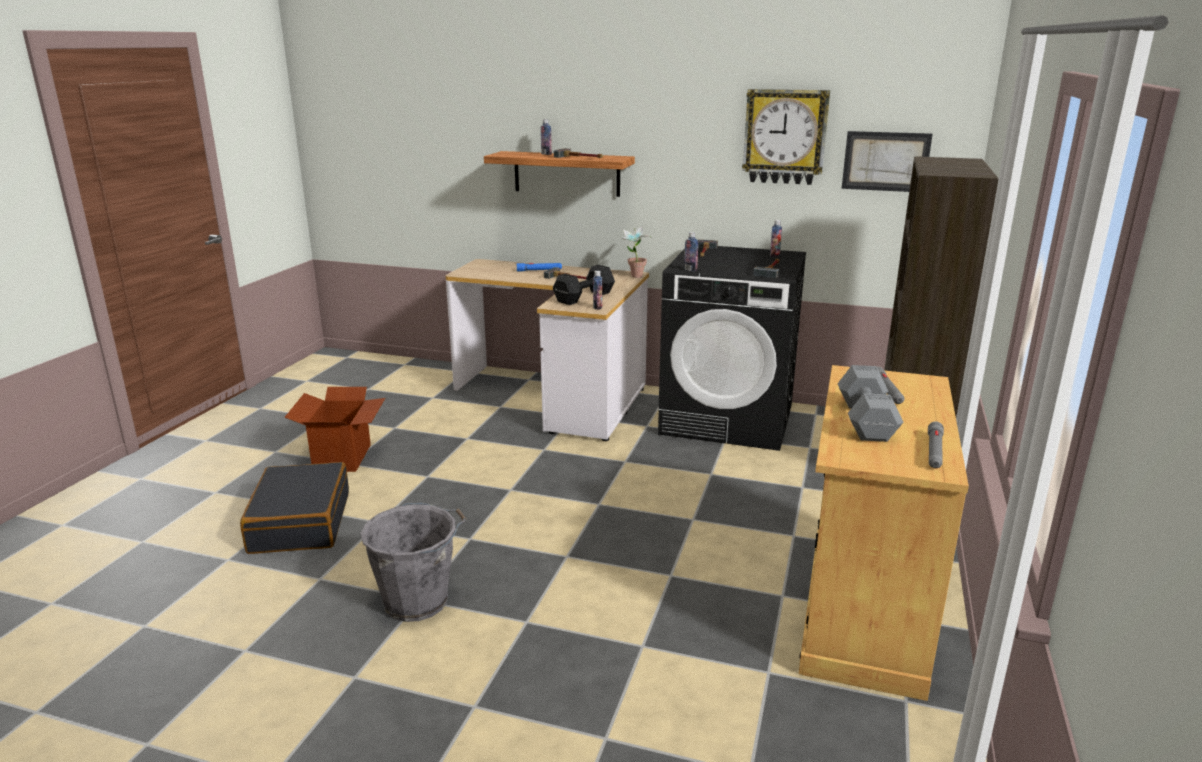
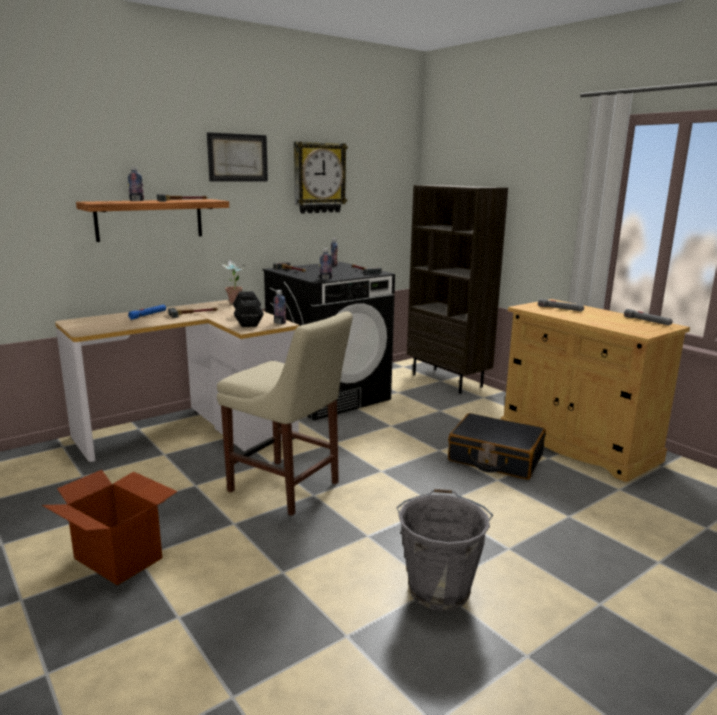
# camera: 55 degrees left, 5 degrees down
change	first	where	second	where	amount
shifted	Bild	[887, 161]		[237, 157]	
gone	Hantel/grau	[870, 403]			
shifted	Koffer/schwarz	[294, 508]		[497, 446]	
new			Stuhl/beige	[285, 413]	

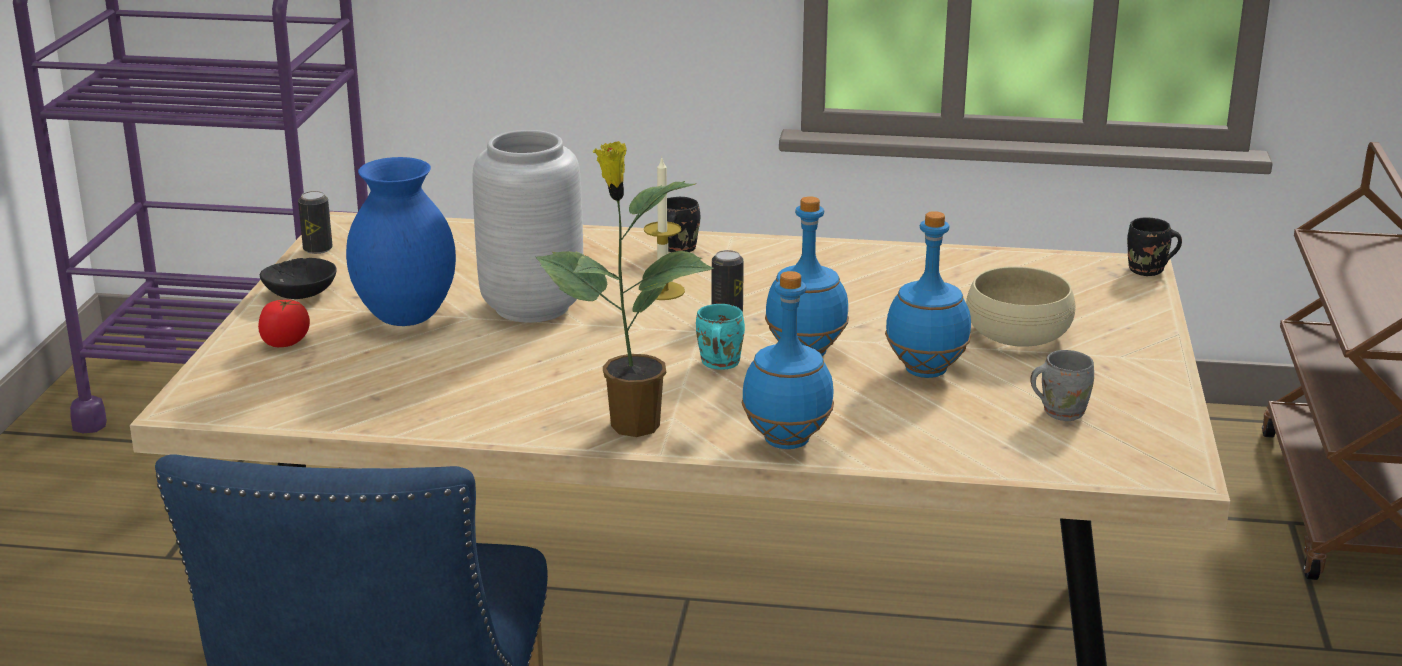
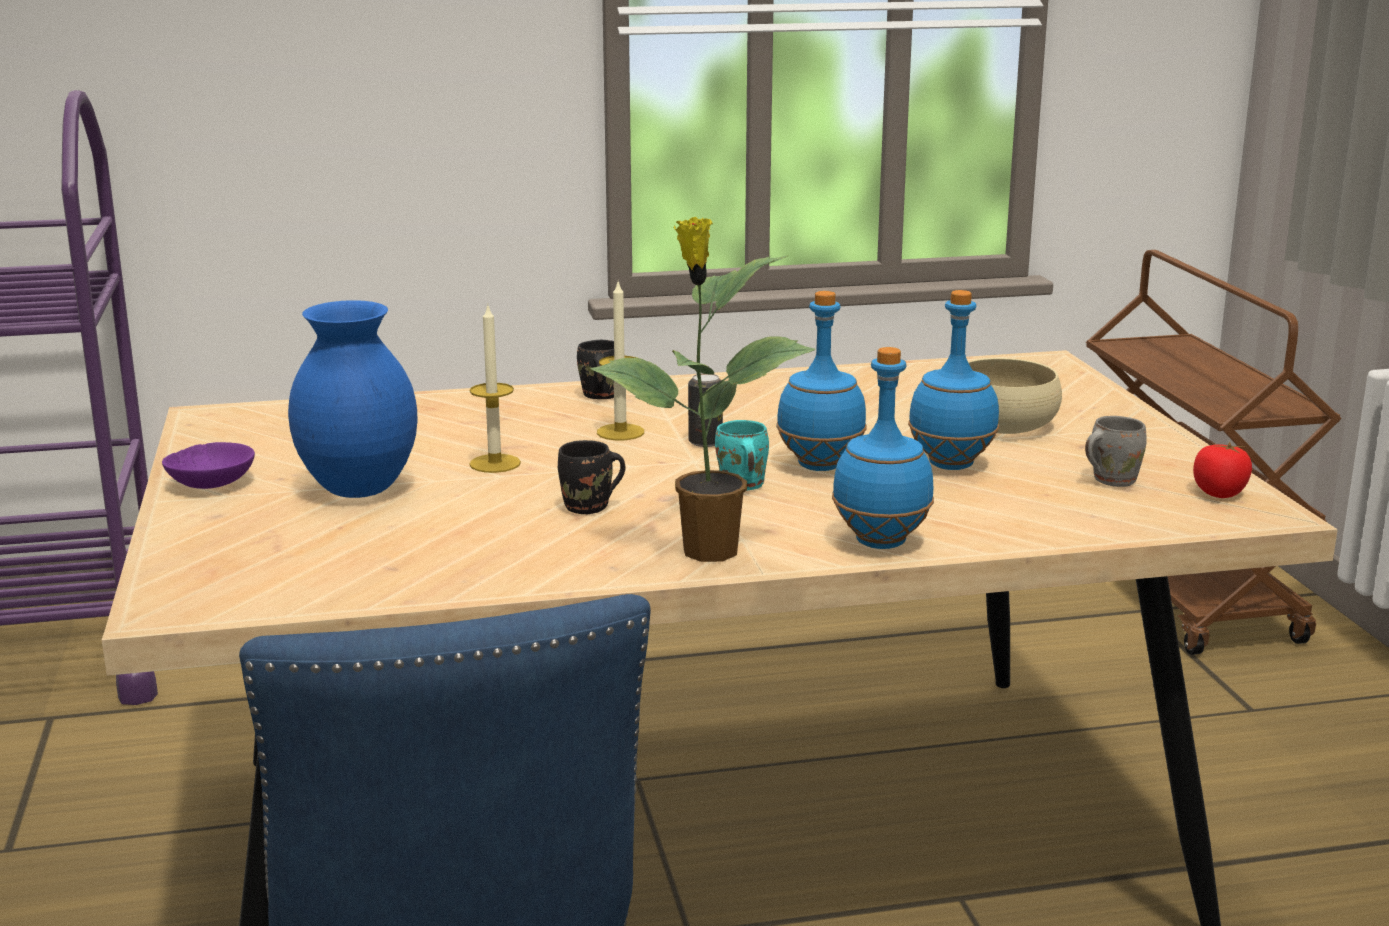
# camera: 20 degrees left, 5 degrees down
change	first	where	second	where	amount
swapped	Vase/grau	[528, 226]	Kerze	[495, 389]	
gone	Dose	[315, 222]			
shifted	Henkelbecher/schwarz	[1154, 246]		[591, 477]	
repainted	Schüssel/schwarz	[298, 278]	Schüssel/lila	[208, 465]	
shifted	Tomate	[284, 323]		[1222, 470]	

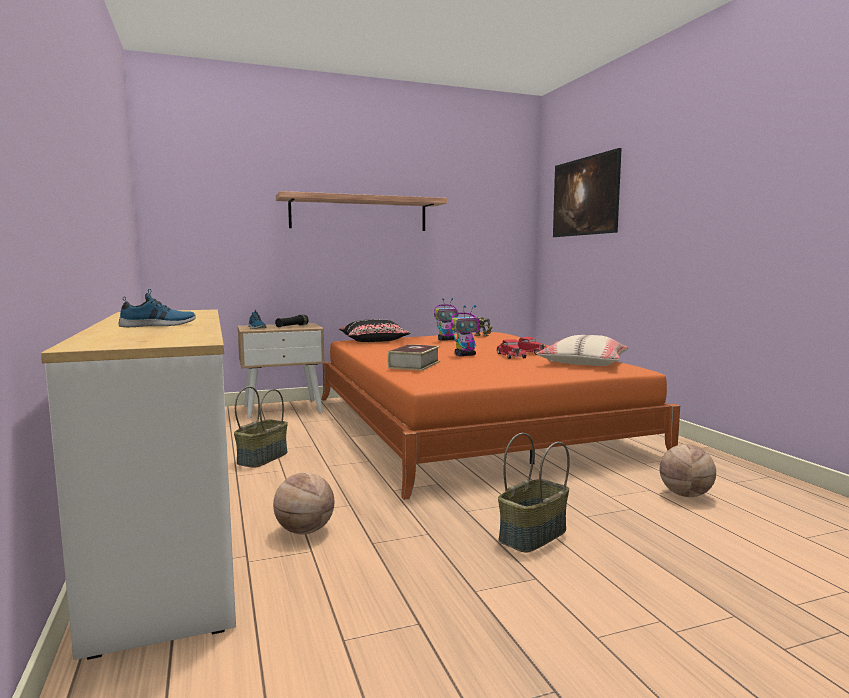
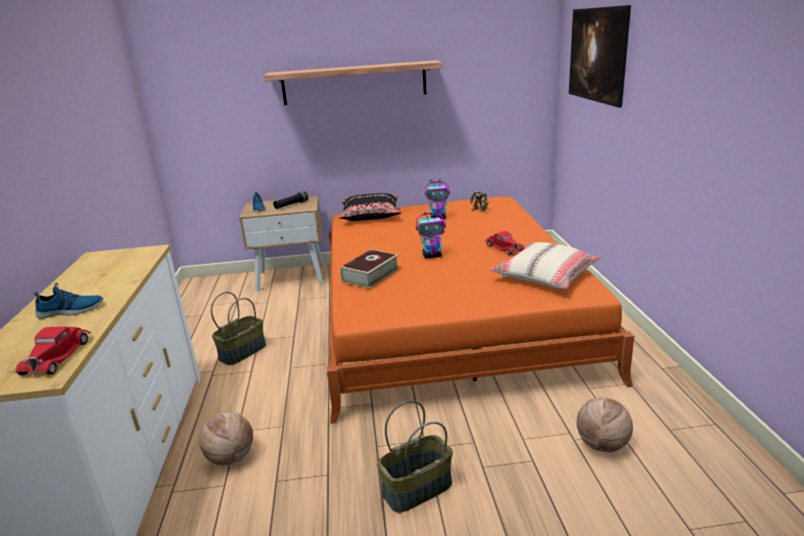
# camera: 15 degrees right, 15 degrees up
change	first	where	second	where	amount
shifted	Spielzeugauto/rot	[511, 349]		[53, 350]	

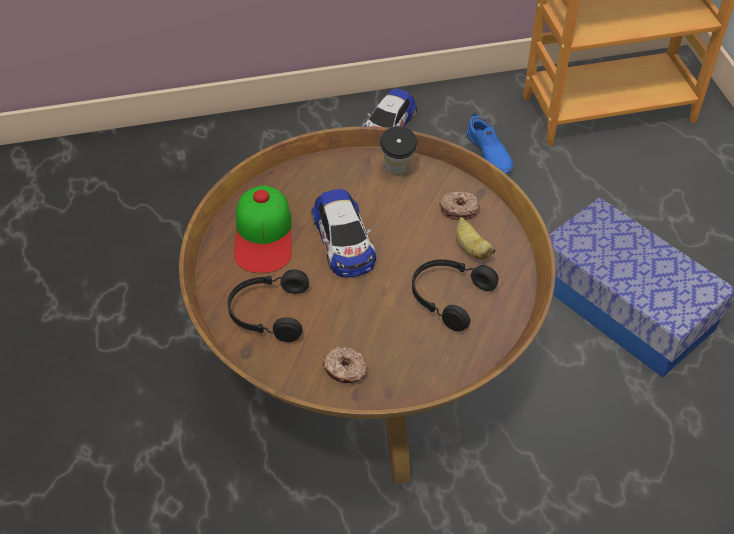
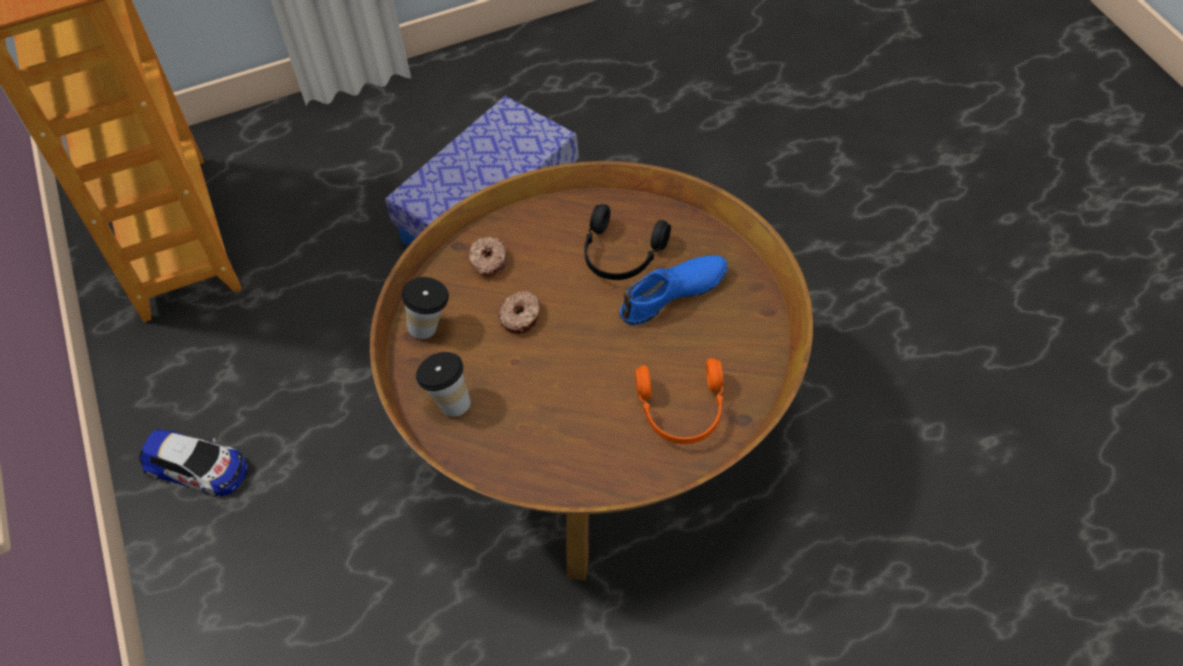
# camera: 95 degrees left, 5 degrees up
change	first	where	second	where	amount
shifted	Schuh/blau	[490, 143]		[673, 290]	
gone	Kappe	[263, 229]			
gone	Spielzeugauto	[343, 233]			
gone	Banane	[475, 238]			
repainted	Kopfhörer/schwarz	[268, 305]	Kopfhörer/orange	[679, 401]	
shifted	Donut	[345, 364]		[519, 312]	
new			Tasse	[443, 384]	

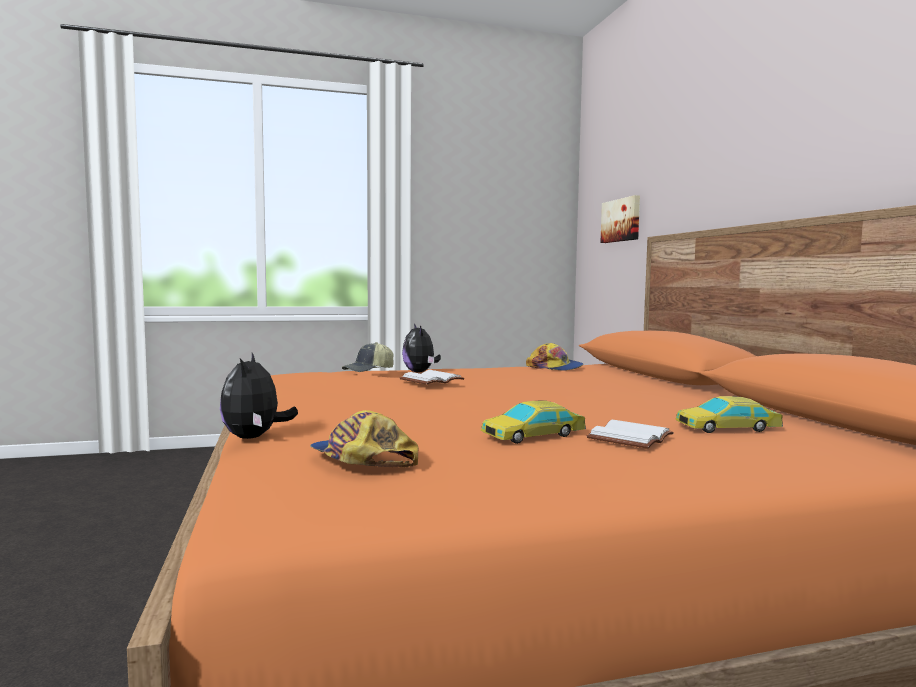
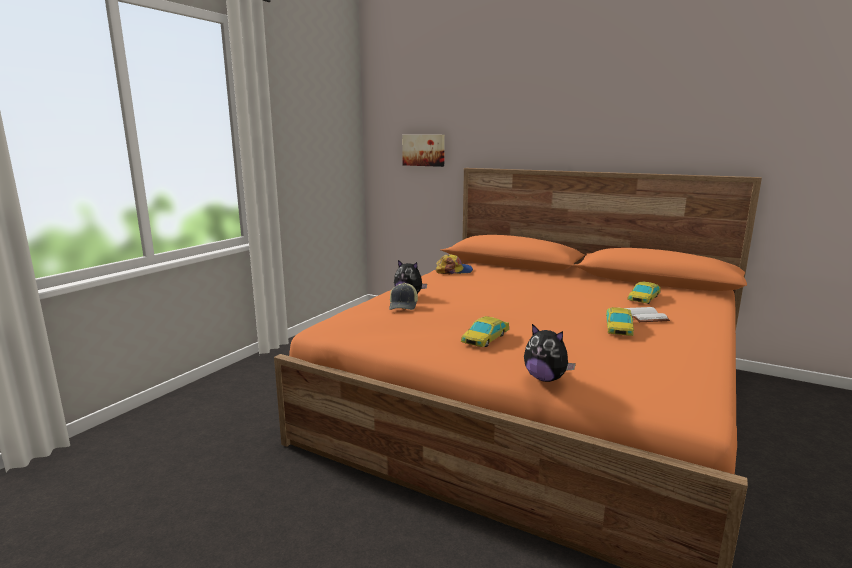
# camera: 45 degrees left, 10 degrees up
change	first	where	second	where	amount
gone	Buch/weiß	[432, 377]			
gone	Kappe	[364, 438]			
new			Spielzeugauto	[485, 331]	

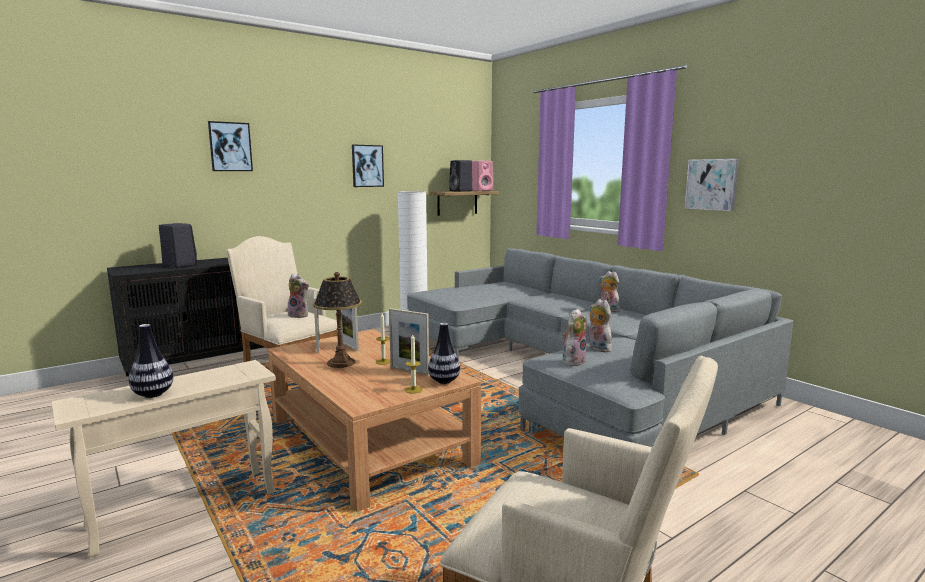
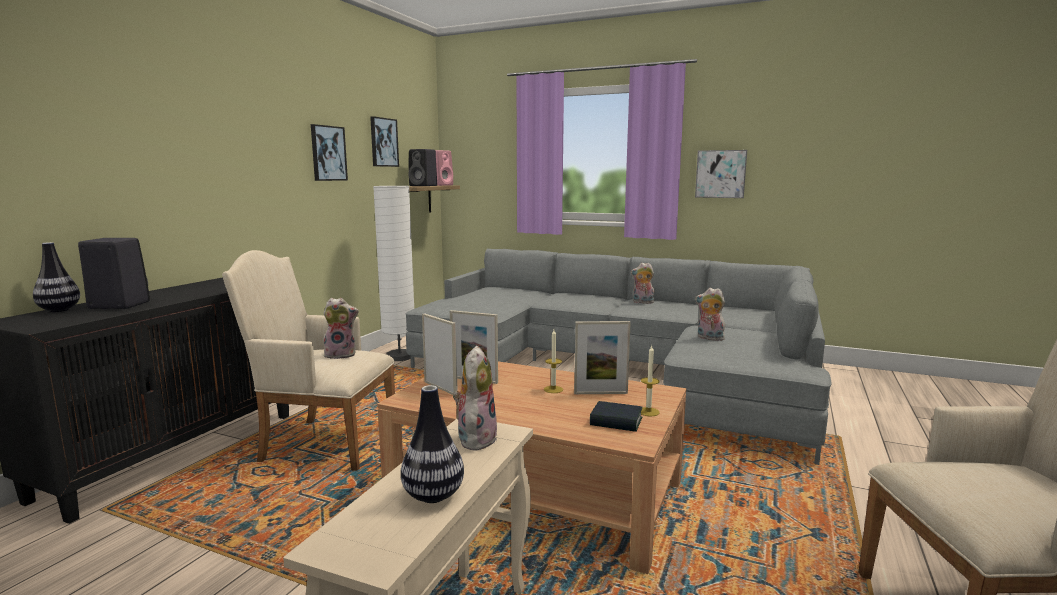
# camera: 30 degrees left, 0 degrees up
change	first	where	second	where	amount
shifted	Bild	[230, 146]		[384, 141]	
gone	Tischlampe	[337, 320]			
shifted	Plüschtier	[575, 338]		[475, 398]	
shifted	Vase	[444, 353]		[56, 277]	
new			Buch	[616, 416]	

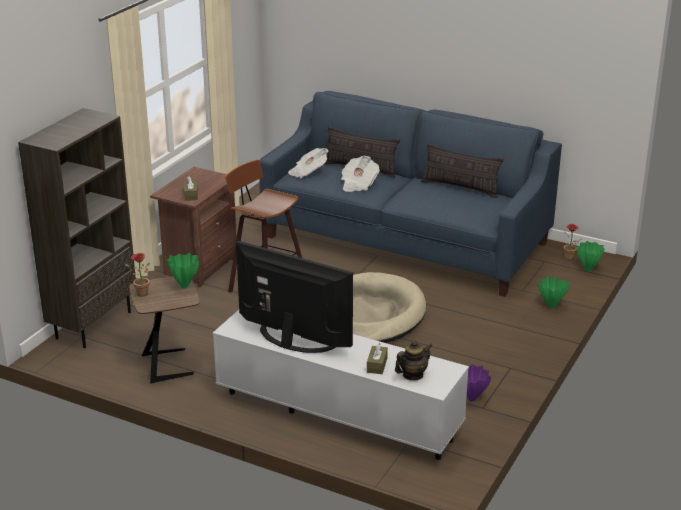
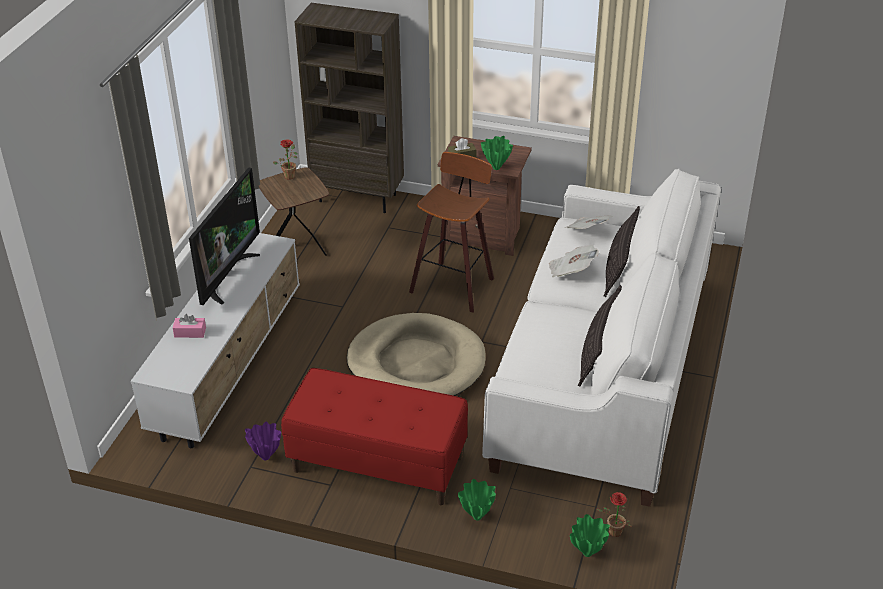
# camera: 80 degrees right, 10 degrees up
change	first	where	second	where	amount
repainted	Sofa/blau	[410, 194]	Sofa/weiß	[601, 338]	
shifted	Vase/grün	[183, 270]		[497, 153]	
gone	Teekanne	[413, 360]			
repainted	Taschentuchbox/braun	[377, 358]	Taschentuchbox/rosa	[189, 326]	
new			Bank/rot	[374, 436]	

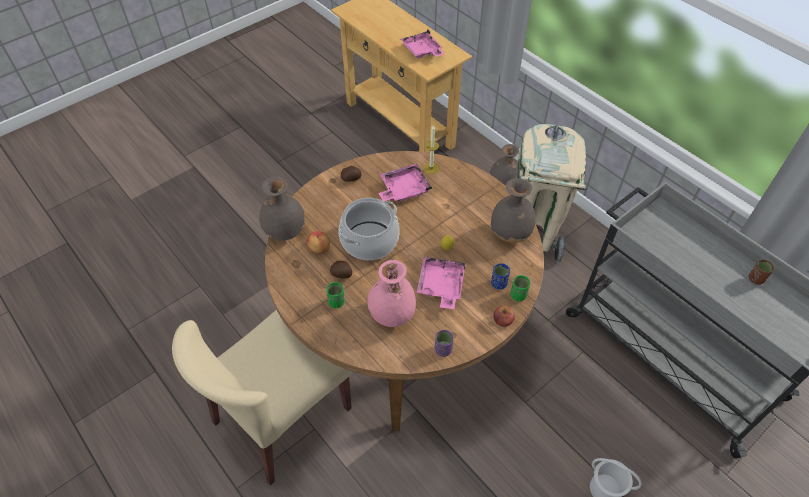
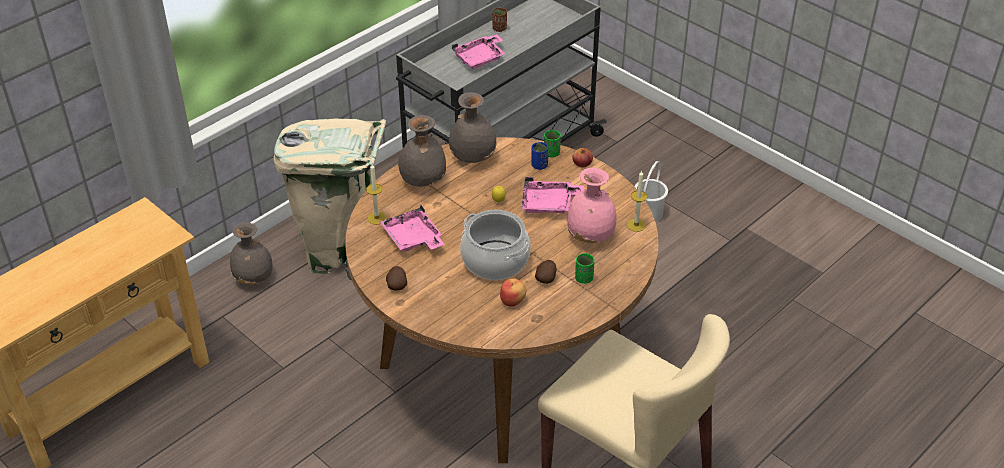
# camera: 95 degrees left, 10 degrees down
change	first	where	second	where	amount
shifted	Tablett/rosa	[422, 44]		[479, 52]	
shifted	Vase/grau	[282, 209]		[422, 151]	
gone	Tasse/lila	[444, 343]			
new			Kerze	[637, 201]	

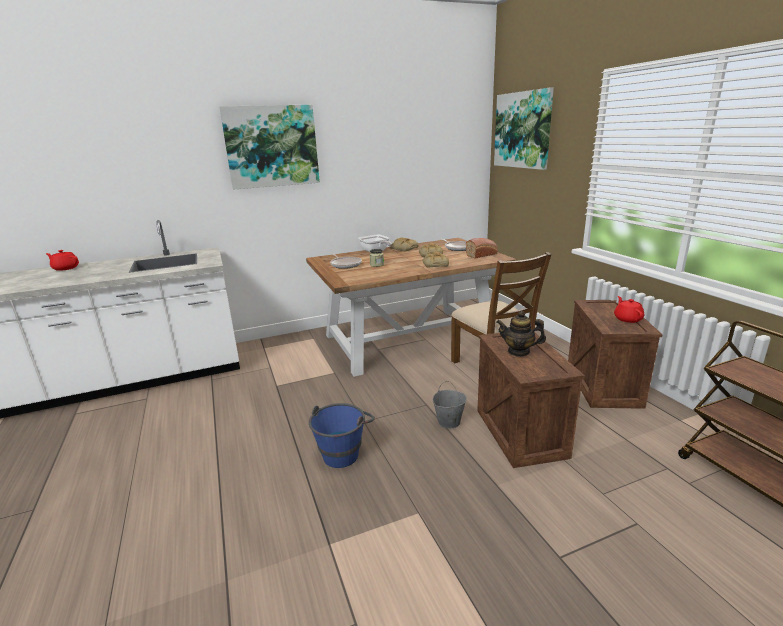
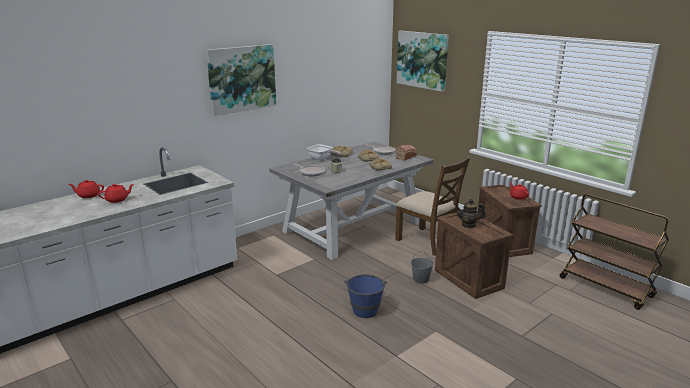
# camera: 20 degrees left, 0 degrees up
change	first	where	second	where	amount
repainted	Esstisch/braun	[411, 307]	Esstisch/grau	[351, 201]	
new			Teekanne/rot	[116, 193]	

